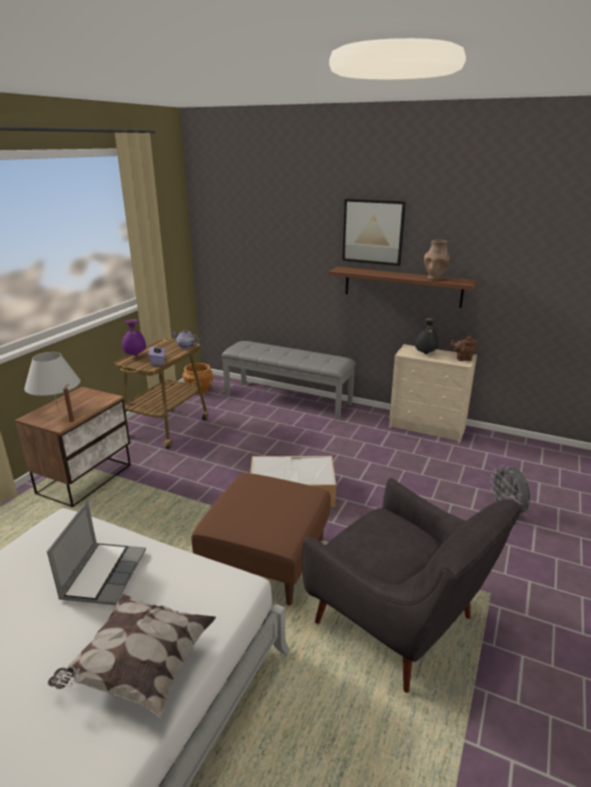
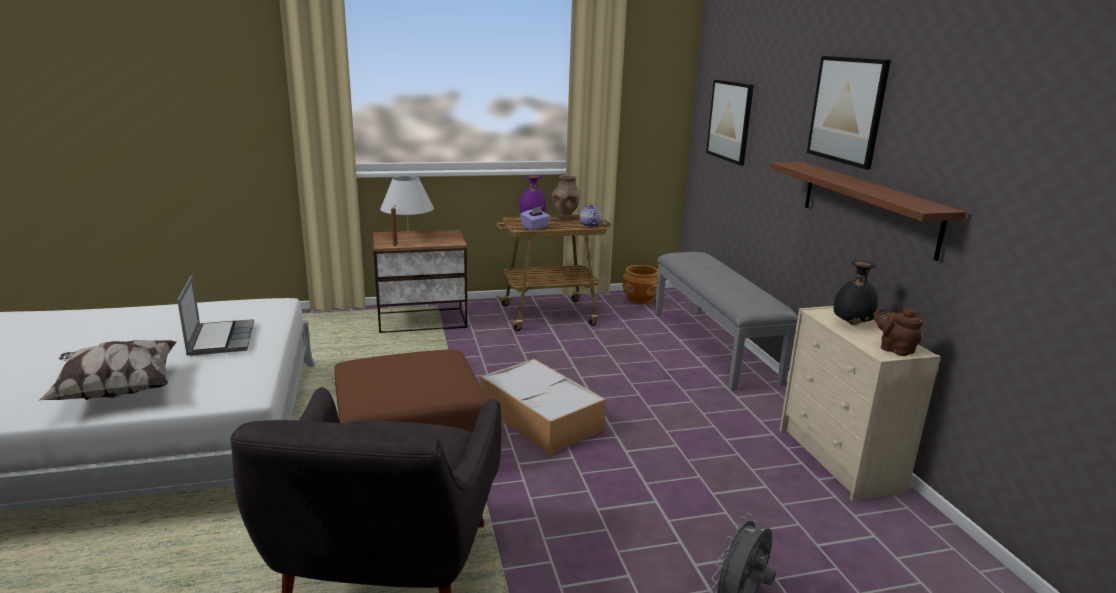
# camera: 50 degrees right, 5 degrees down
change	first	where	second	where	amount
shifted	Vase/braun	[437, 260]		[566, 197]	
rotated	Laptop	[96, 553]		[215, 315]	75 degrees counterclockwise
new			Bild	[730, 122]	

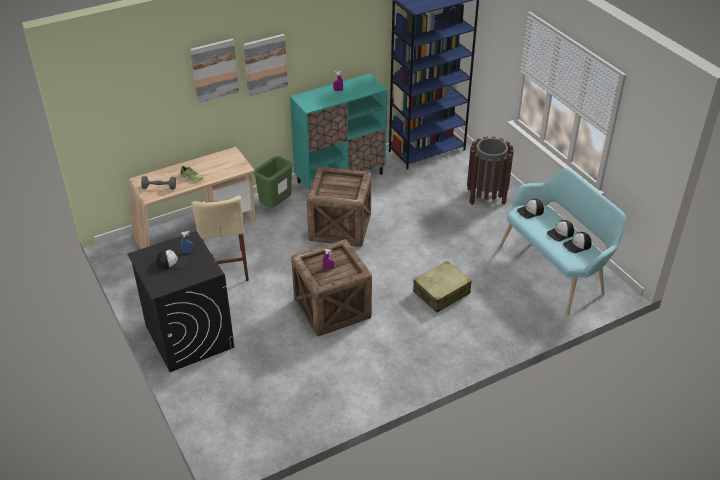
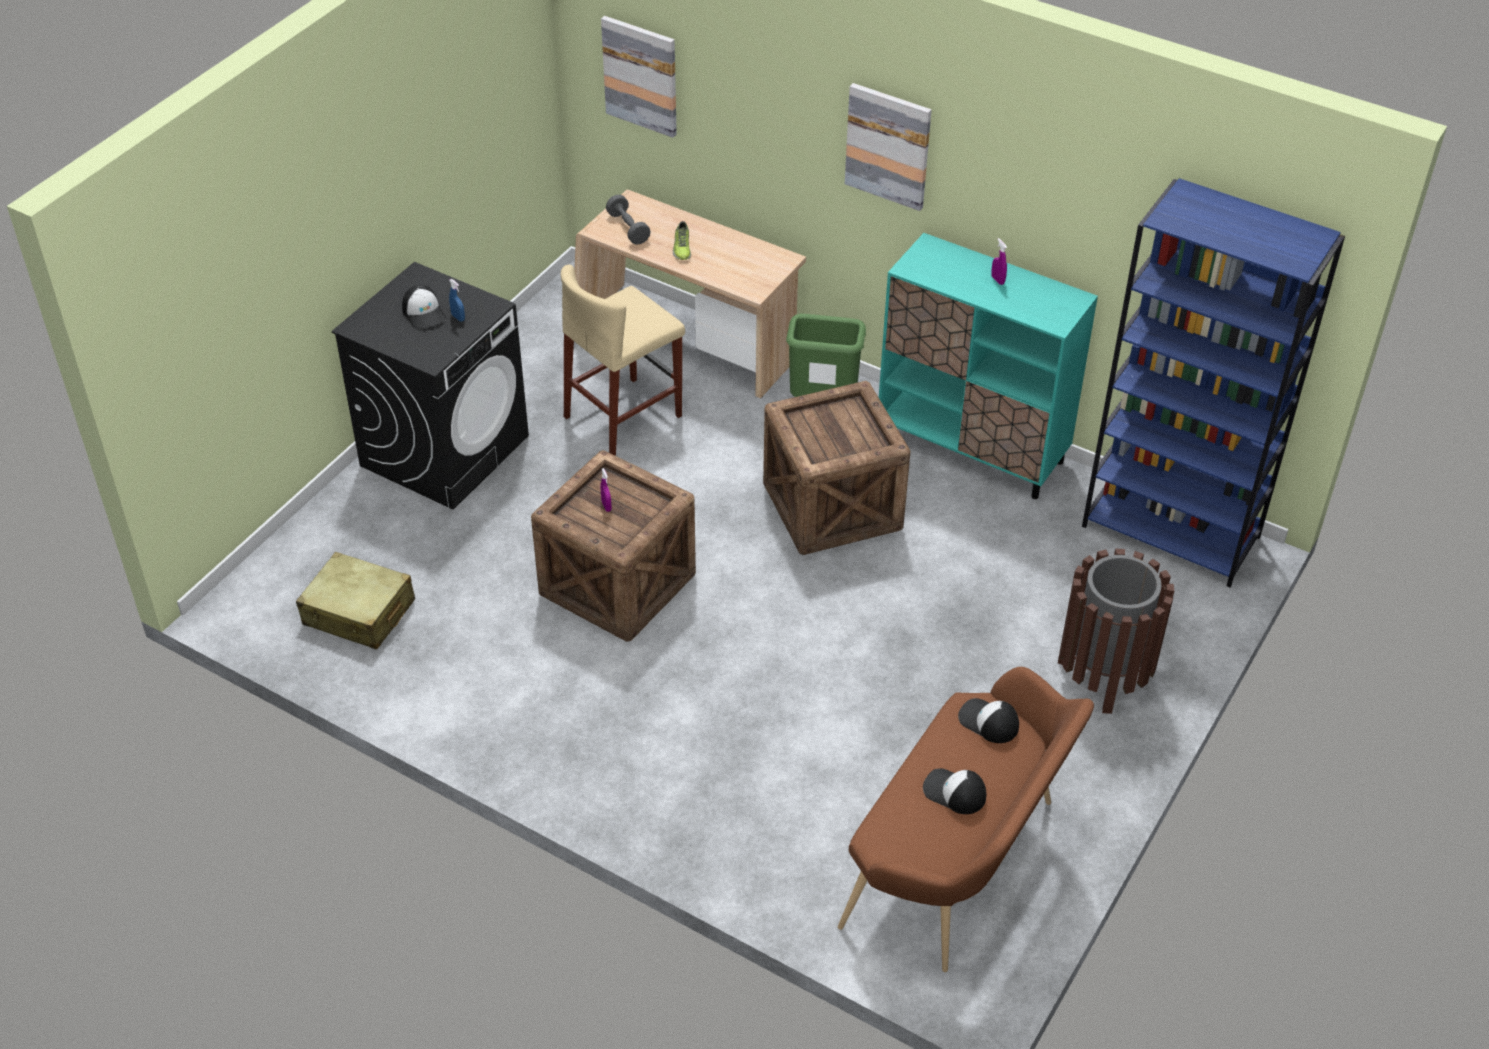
# camera: 60 degrees right, 5 degrees up
change	first	where	second	where	amount
shifted	Bild	[214, 70]		[639, 77]	
repainted	Bank/türkis	[562, 241]	Bank/braun	[966, 819]	
gone	Kappe	[577, 242]			
shifted	Koffer/beige	[442, 287]		[355, 600]	

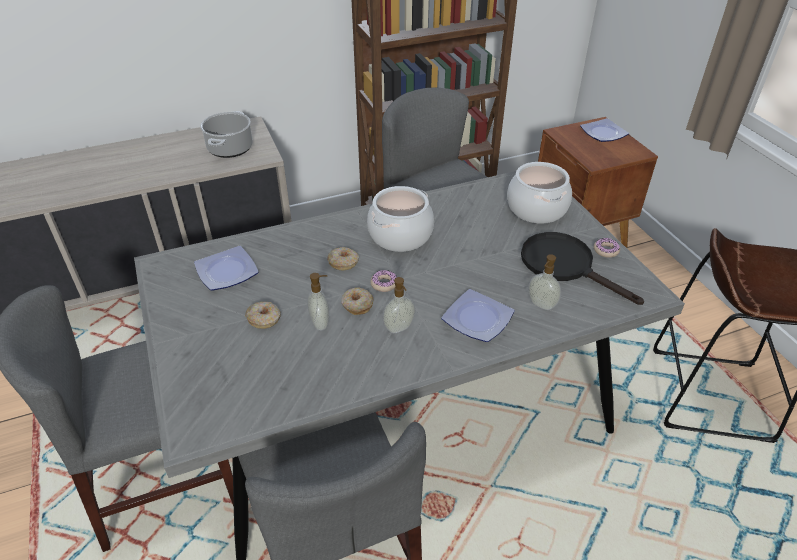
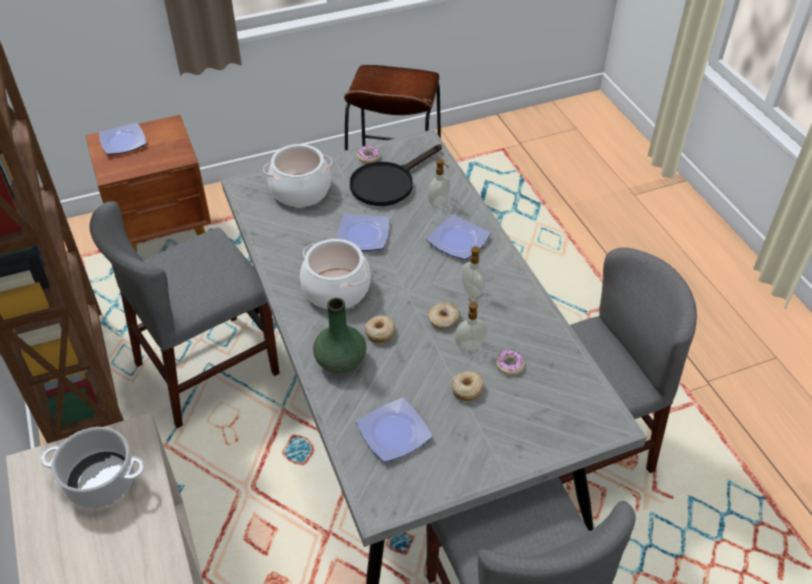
# camera: 90 degrees left, 5 degrees up
change	first	where	second	where	amount
shifted	Donut	[383, 281]		[510, 362]	
new			Teller	[363, 232]	
new			Vase/grün	[339, 335]	

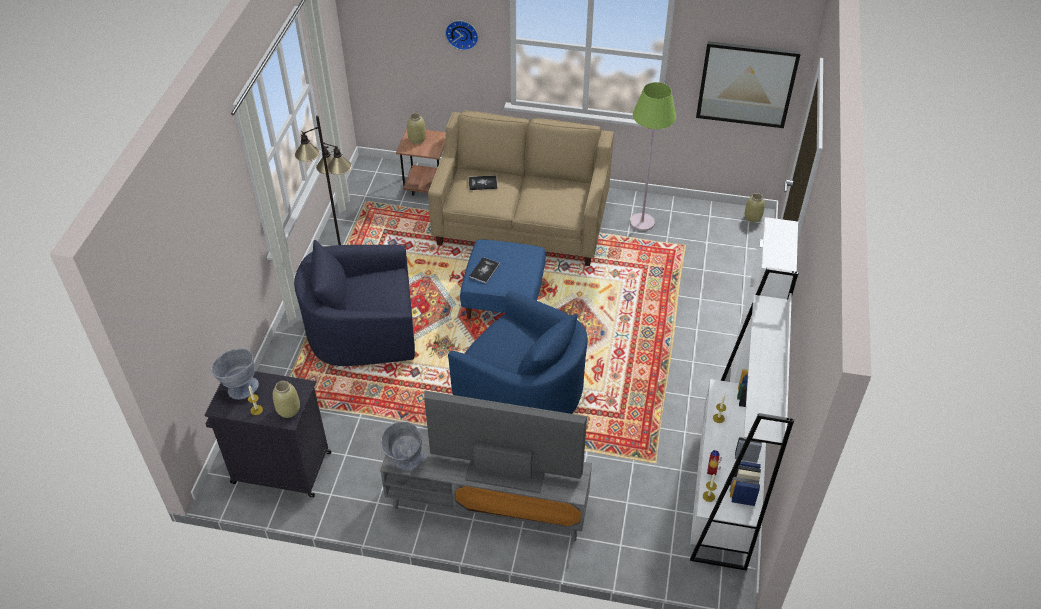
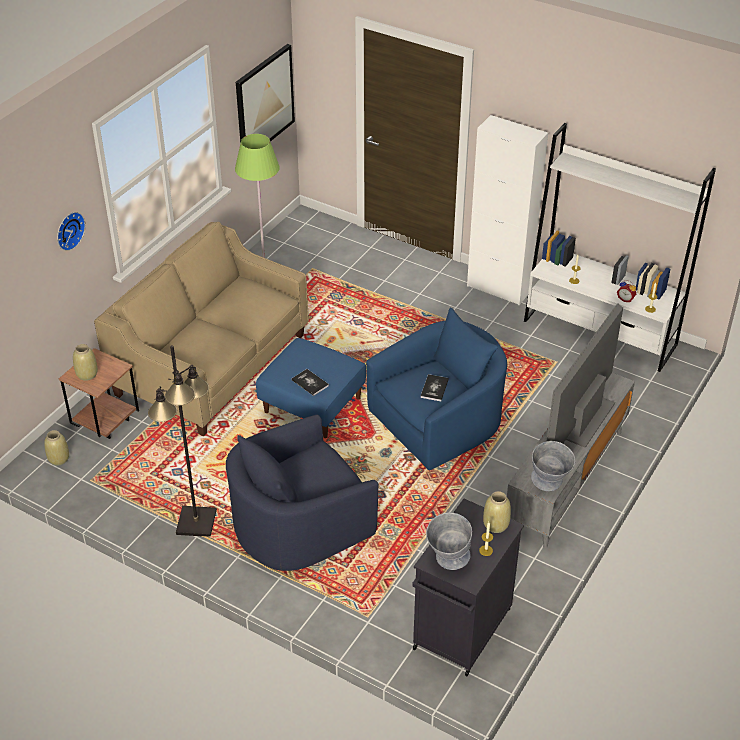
# camera: 70 degrees left, 5 degrees down
change	first	where	second	where	amount
shifted	Buch	[483, 182]		[435, 387]	
shifted	Vase/beige	[755, 208]		[56, 448]	
rotated	Sessel/blau	[354, 303]		[302, 492]	45 degrees clockwise

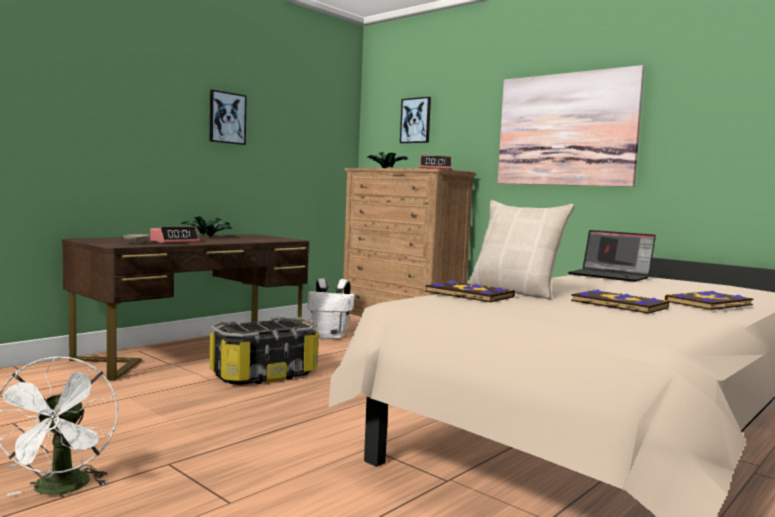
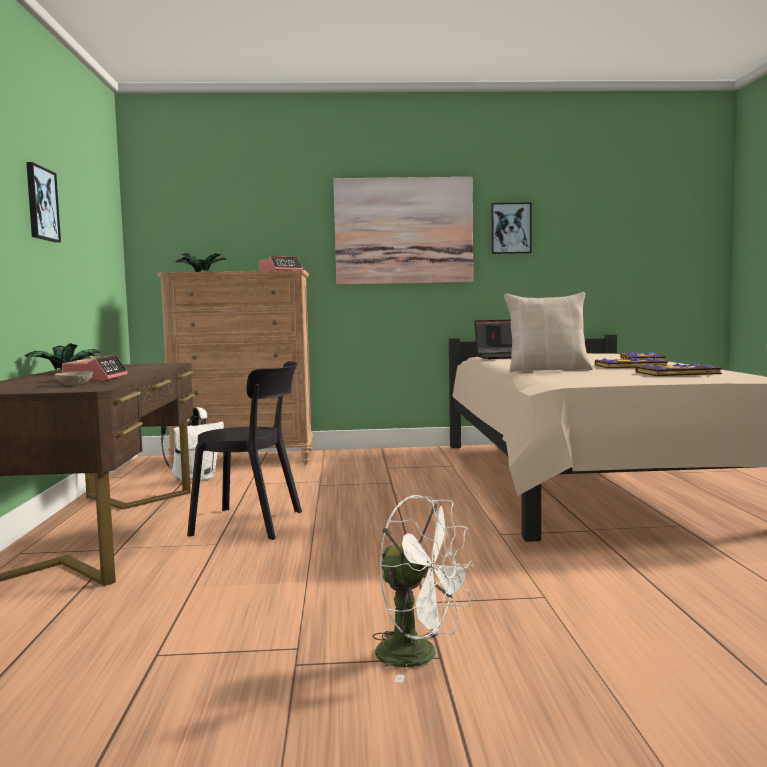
# camera: 45 degrees left, 0 degrees up
change	first	where	second	where	amount
shifted	Bild	[415, 120]		[511, 228]	
shifted	Buch	[470, 291]		[679, 369]	
swapped	Aufbewahrungsbox	[264, 350]	Stuhl/schwarz	[244, 450]	

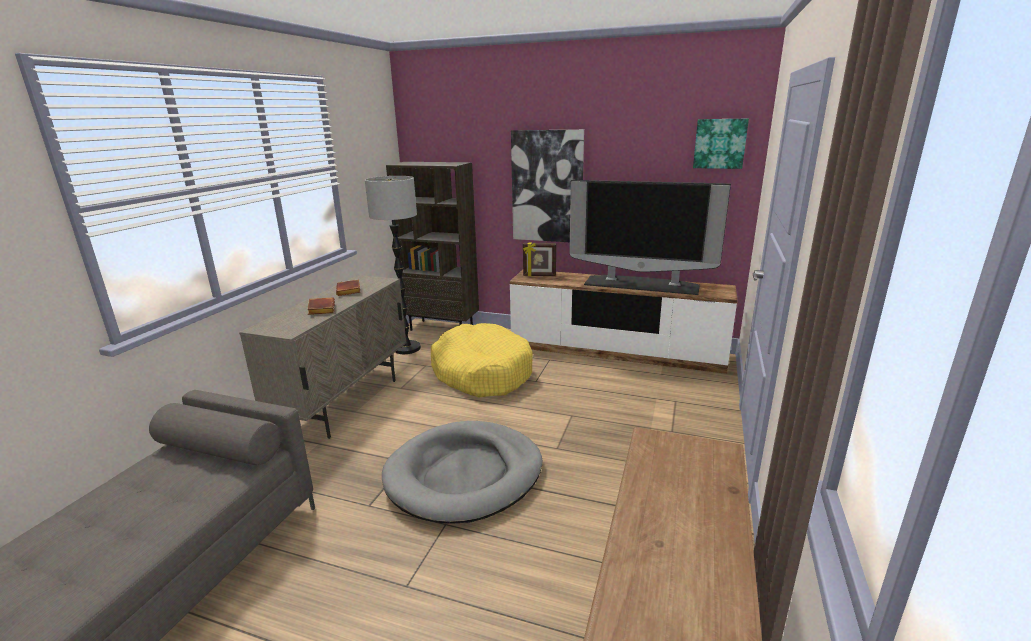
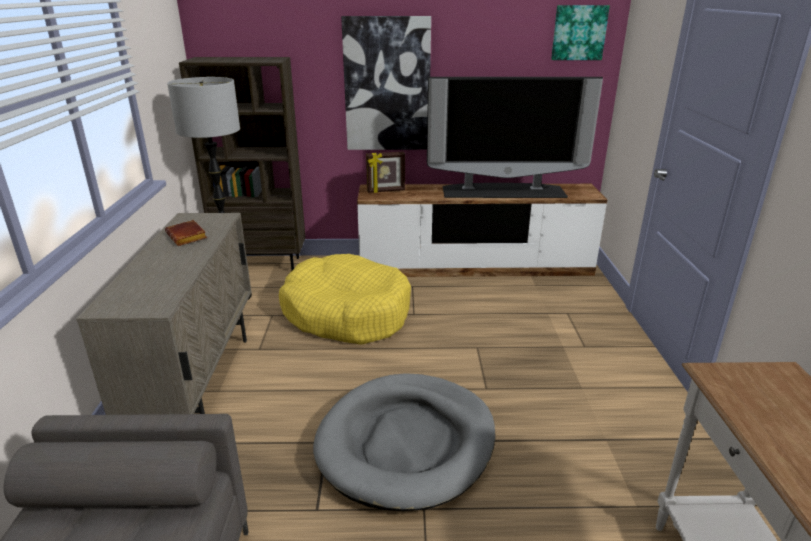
# camera: 20 degrees left, 5 degrees up
change	first	where	second	where	amount
gone	Buch/braun	[321, 306]			

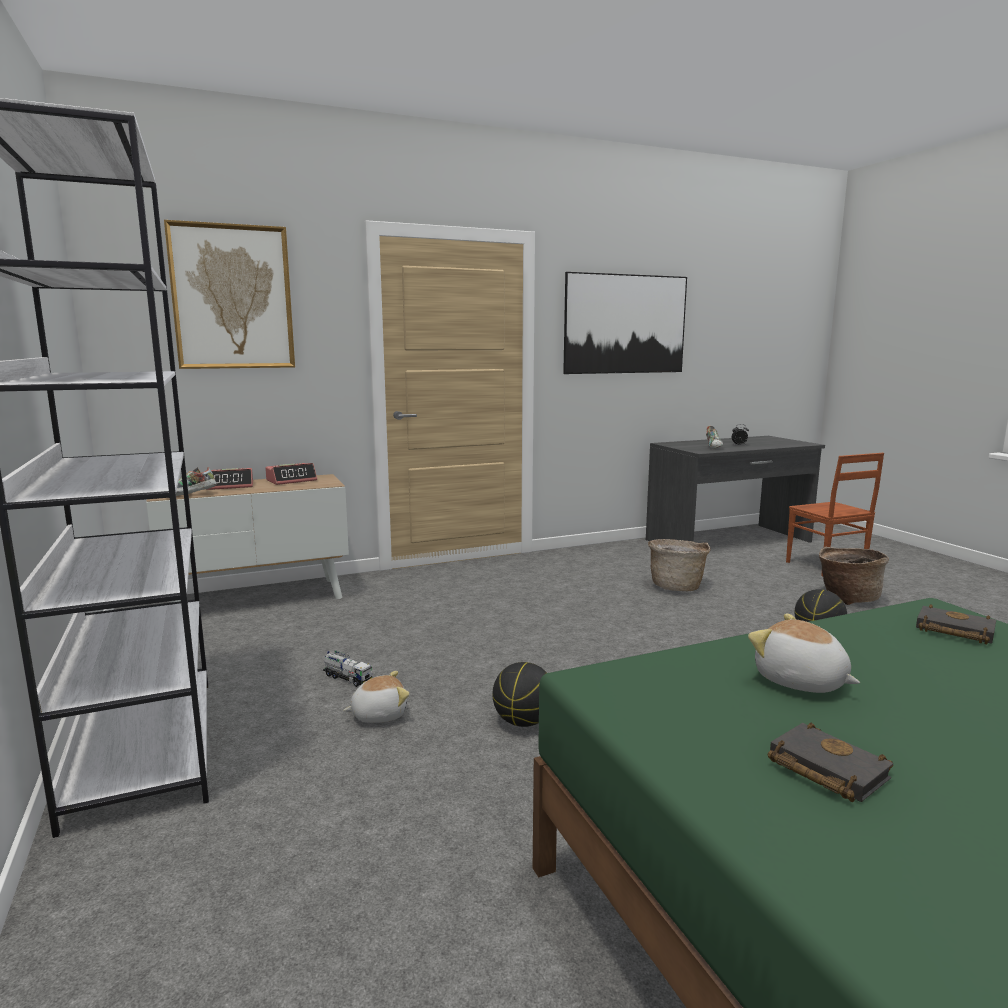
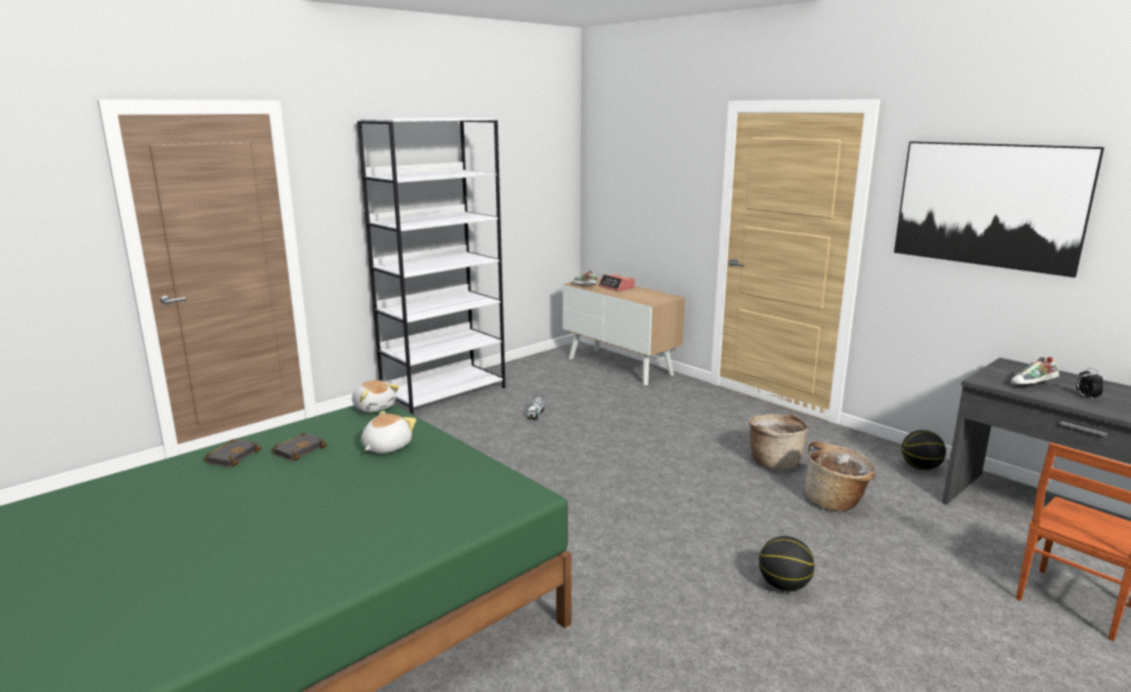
# camera: 70 degrees right, 5 degrees up
change	first	where	second	where	amount
gone	Bild	[229, 294]			
gone	Wecker	[291, 474]			
shifted	Korb	[854, 575]		[778, 441]	
shifted	Buch/schwarz	[956, 624]		[232, 453]	
shifted	Basketball	[519, 694]		[924, 450]	
shifted	Plüschtier	[376, 697]		[375, 396]	

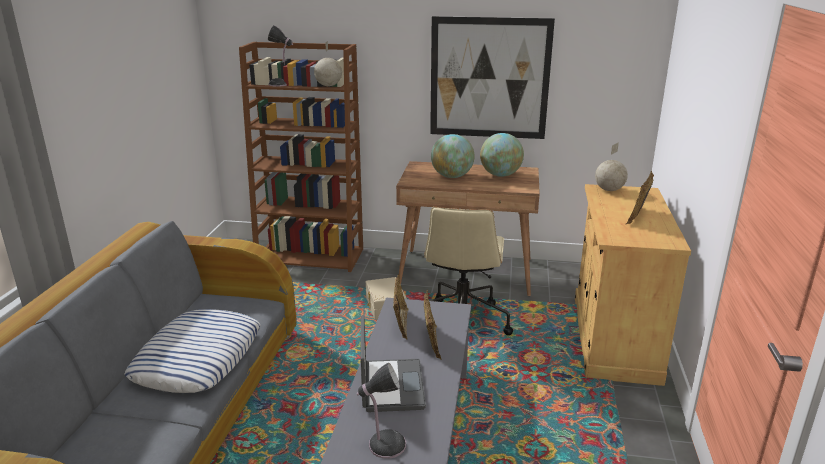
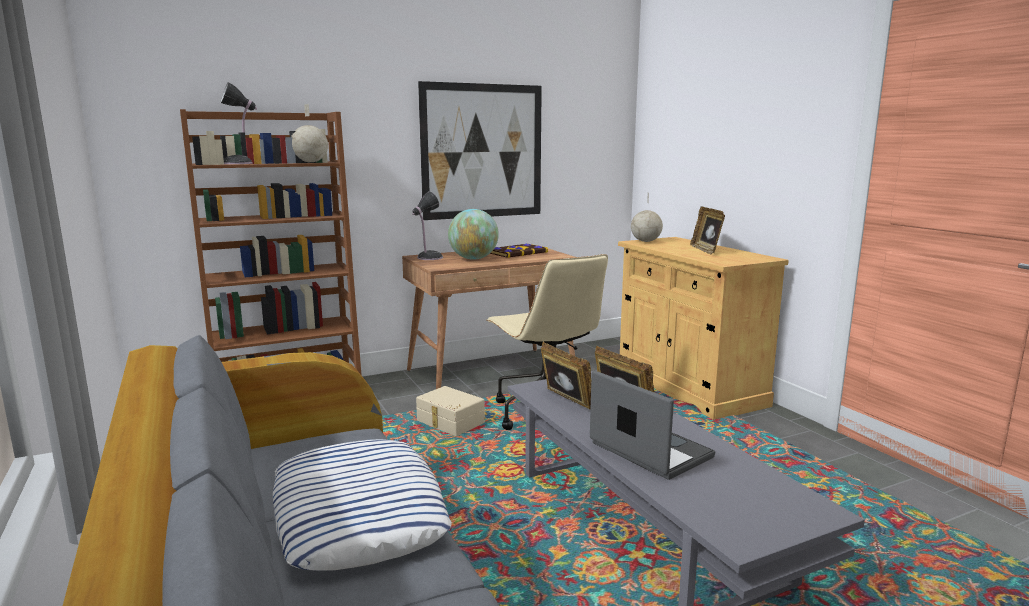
# camera: 35 degrees left, 10 degrees down
change	first	where	second	where	amount
swapped	Globus	[502, 155]	Buch	[519, 250]	
shifted	Tischlampe	[381, 410]		[427, 225]	

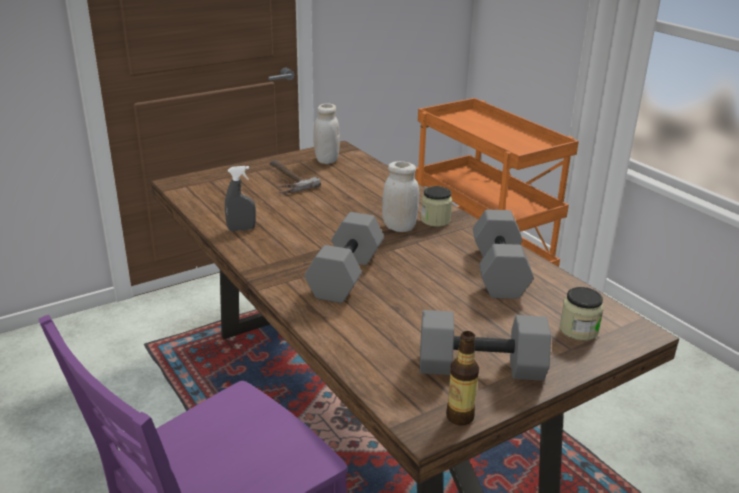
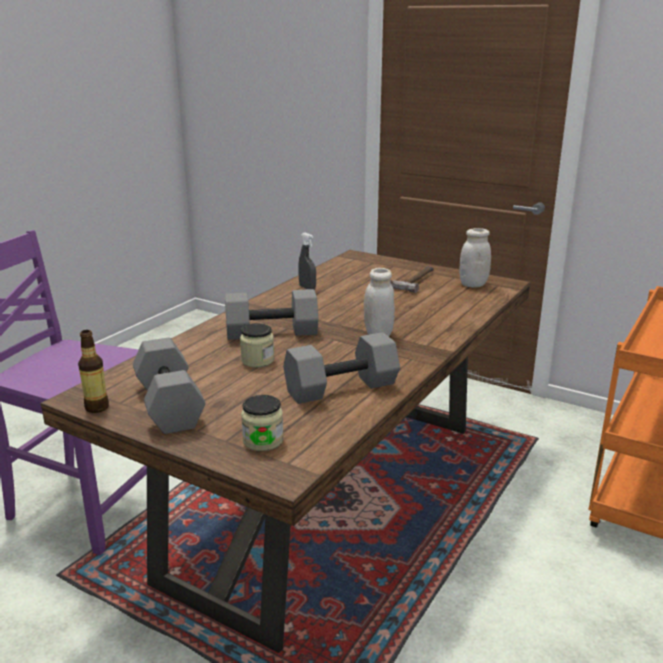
# camera: 65 degrees right, 5 degrees down
change	first	where	second	where	amount
shifted	Vorratsglas	[436, 206]		[257, 345]	

